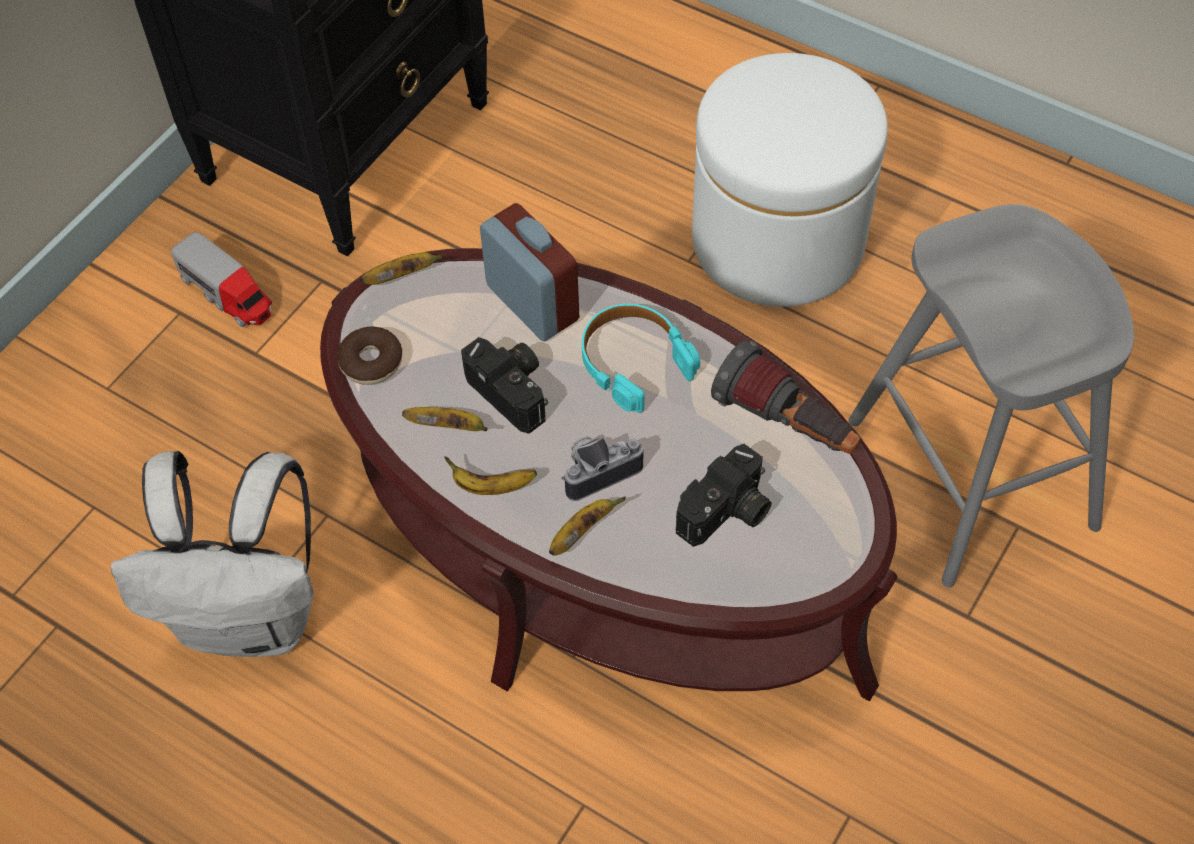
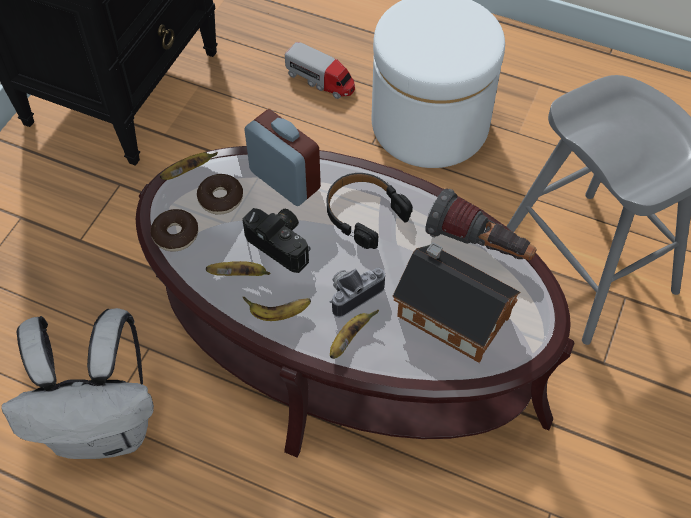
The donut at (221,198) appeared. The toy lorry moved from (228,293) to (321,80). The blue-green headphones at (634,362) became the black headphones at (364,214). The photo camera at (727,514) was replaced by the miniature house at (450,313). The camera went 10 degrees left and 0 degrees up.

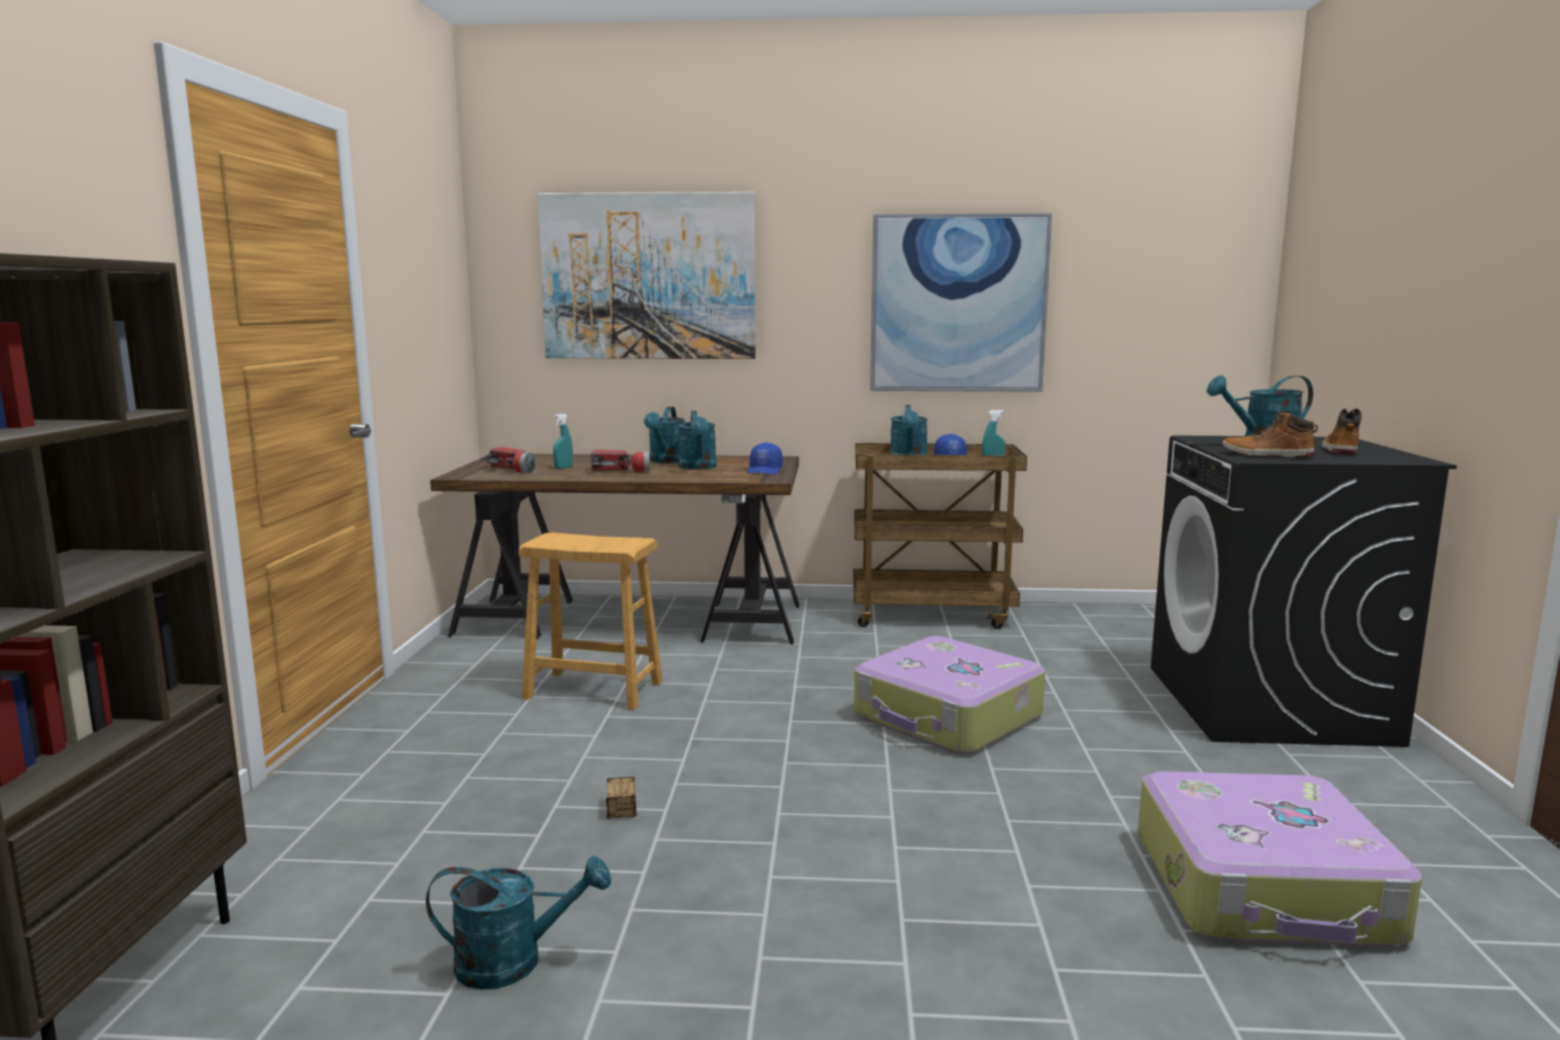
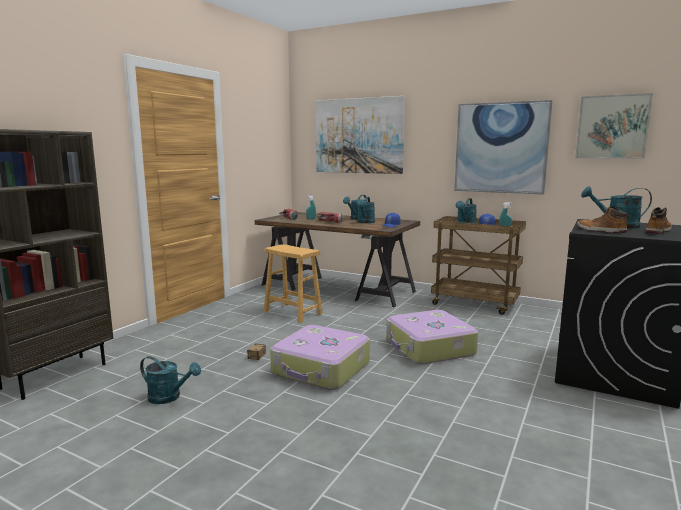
The suitcase moved from (1265,888) to (321,369). The wall picture at (612,127) appeared. The camera went 25 degrees right and 0 degrees up.

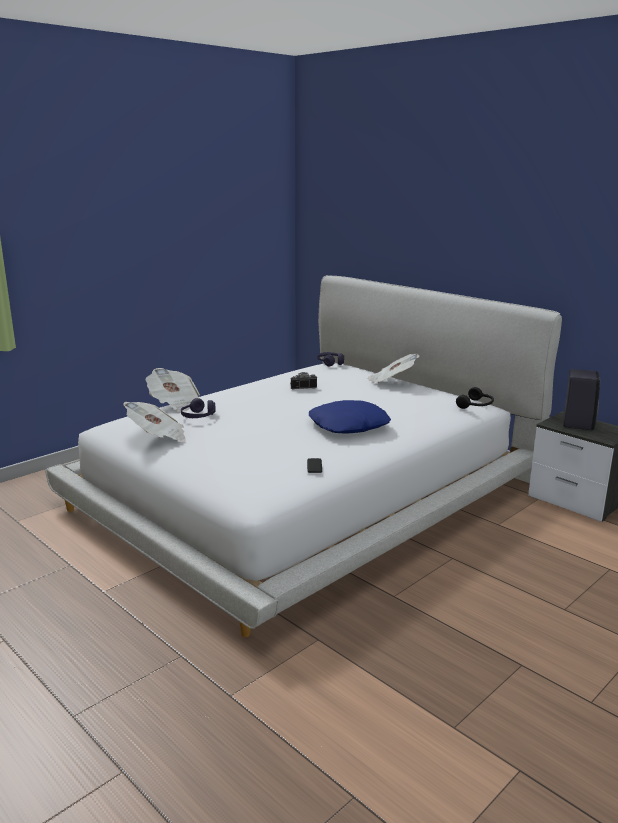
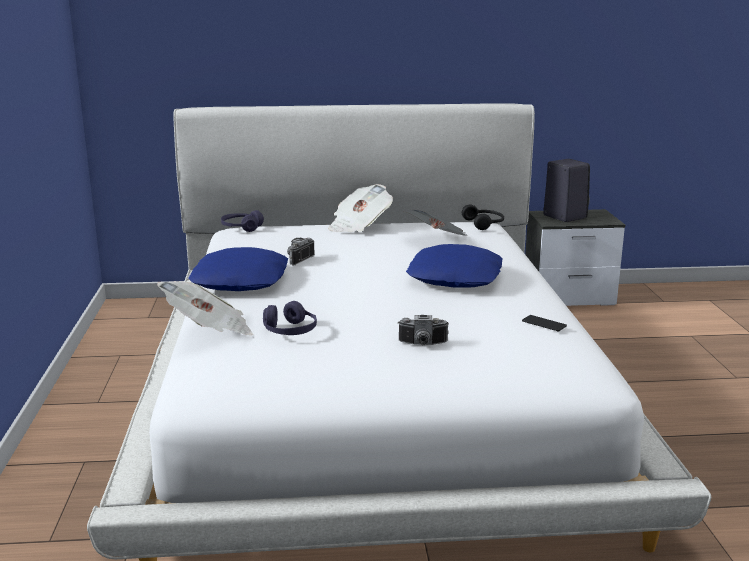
The blue throw pillow at (241,281) appeared. The photo camera at (423,344) appeared. The printed paper moved from (158,436) to (437,240). The camera went 50 degrees left and 0 degrees up.

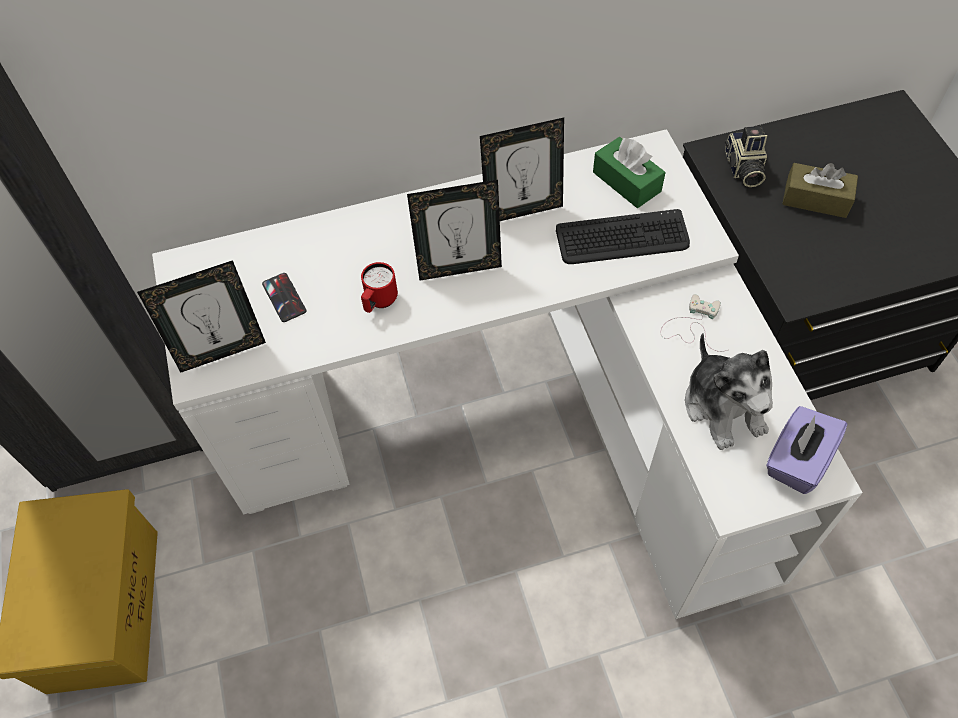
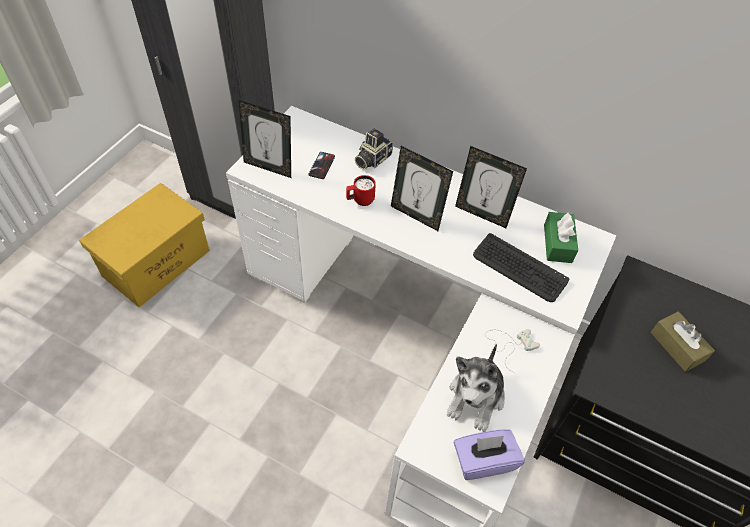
The photo camera moved from (742,169) to (372,159). The camera went 40 degrees right and 5 degrees down.

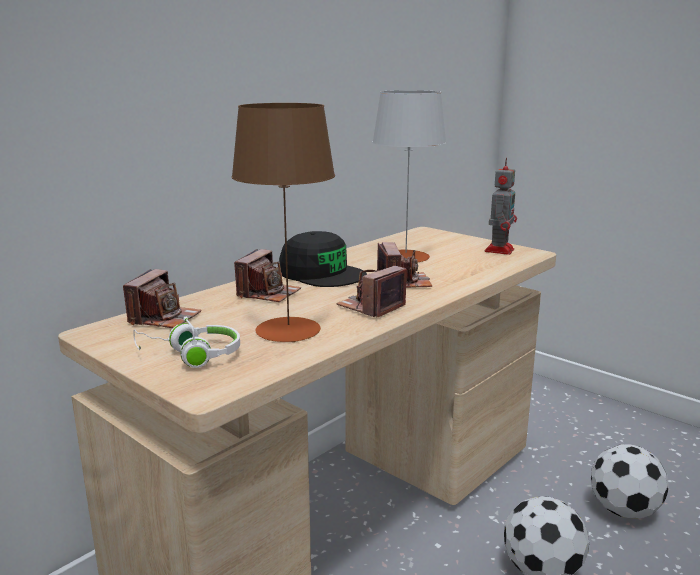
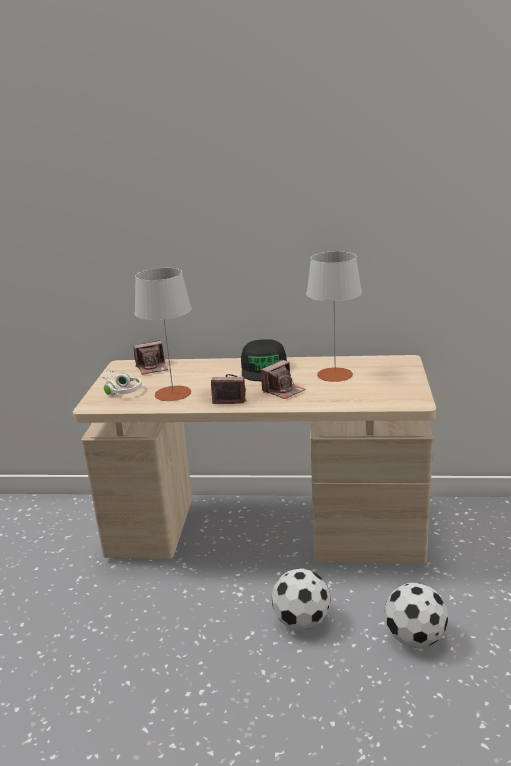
The brownish tabletop lamp at (288,329) became the greyish tabletop lamp at (173,393). The photo camera at (268,293) disappeared. The toy robot at (499,250) disappeared. The camera went 55 degrees right and 5 degrees up.

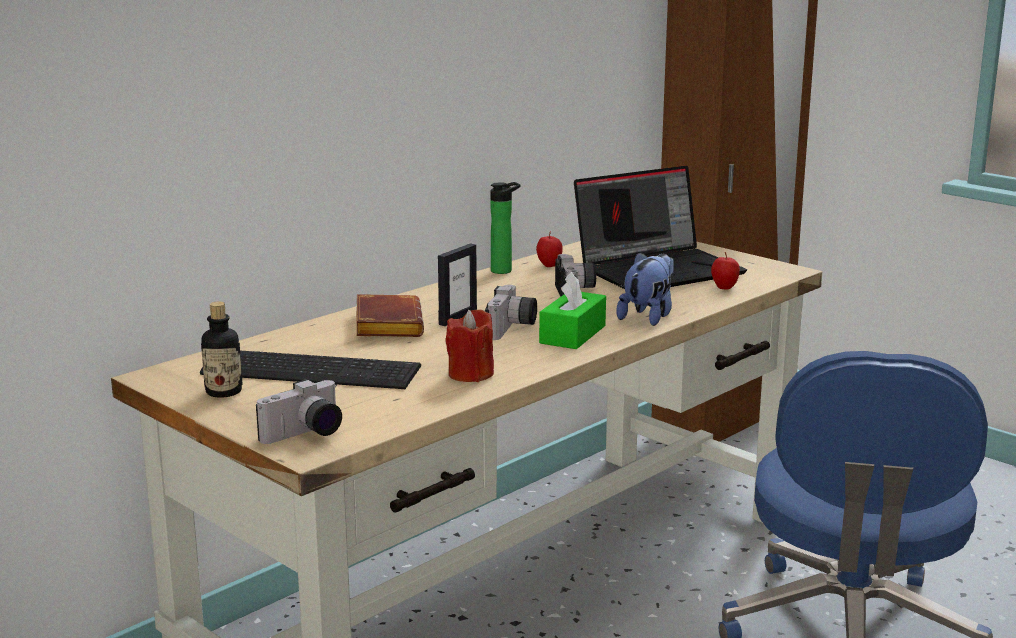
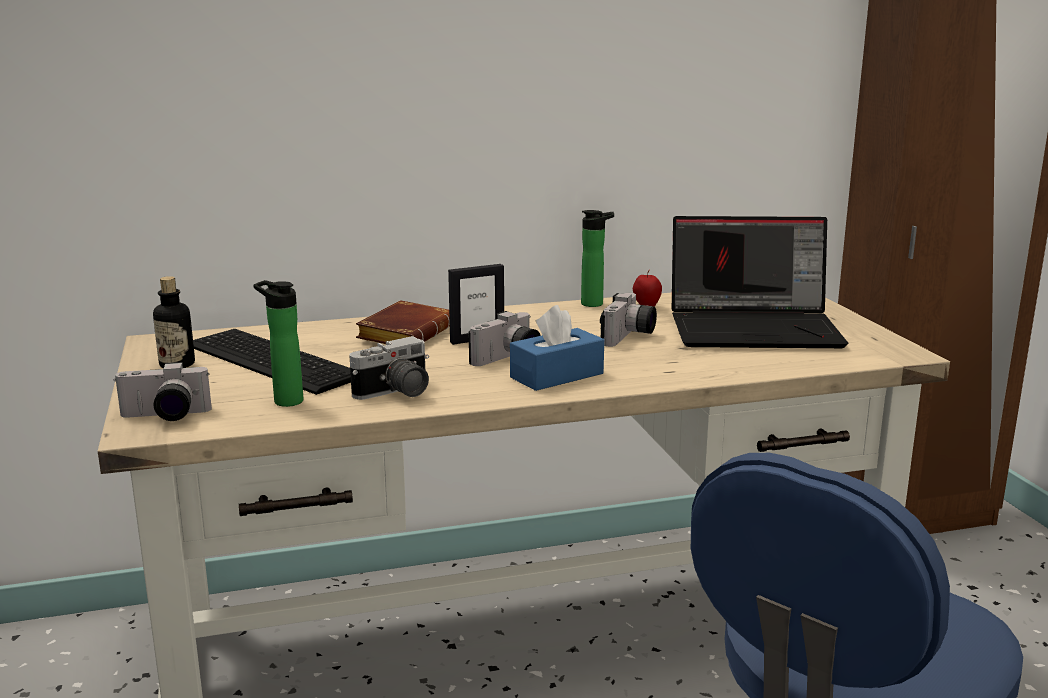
The drink bottle at (285,401) appeared. The red candle at (471,374) was replaced by the photo camera at (396,393). The green-coloured box of tissues at (572,334) became the blue box of tissues at (557,375). The cuddly toy at (648,316) disappeared. The apple fruit at (724,288) disappeared. The camera went 30 degrees right and 0 degrees up.

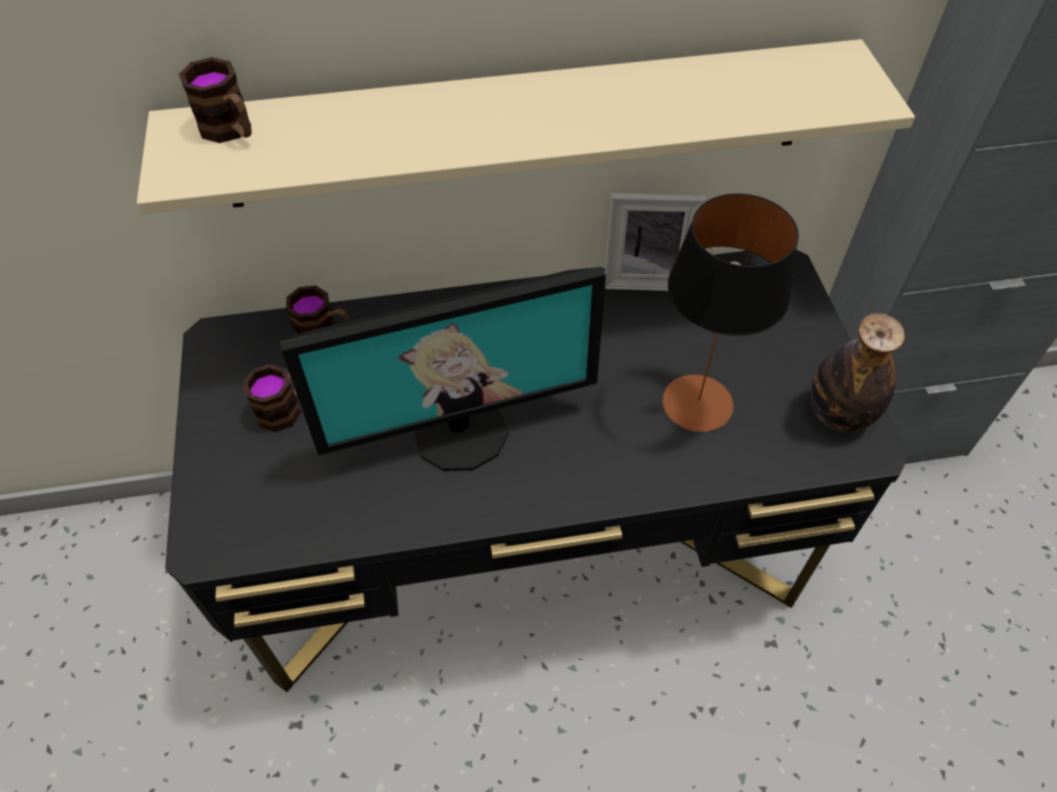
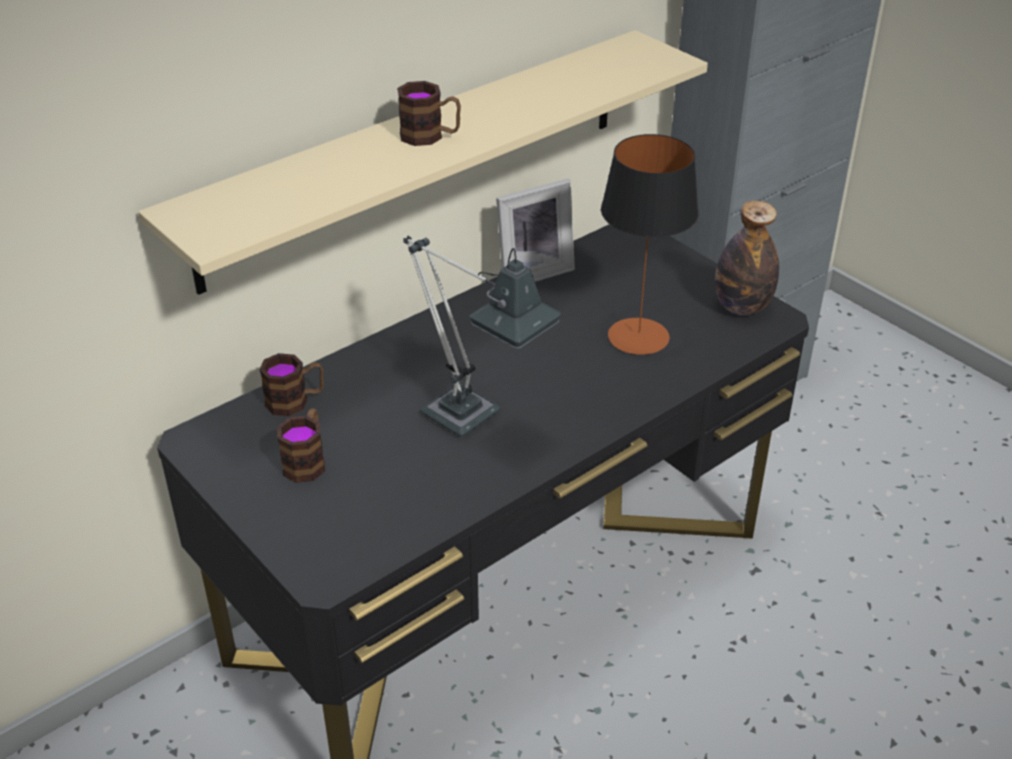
The coffee mug moved from (231,131) to (430,136). The computer screen at (461,433) was replaced by the tabletop lamp at (473,421). The camera went 30 degrees left and 15 degrees down.

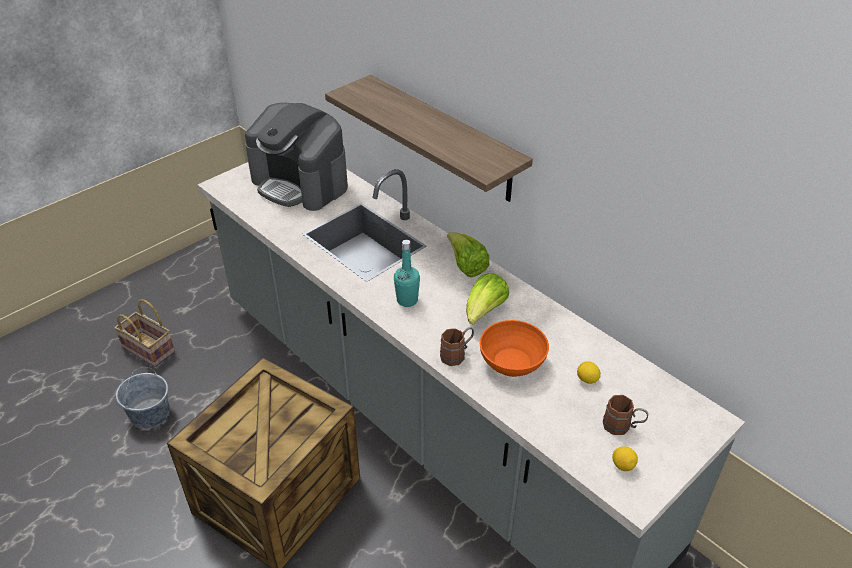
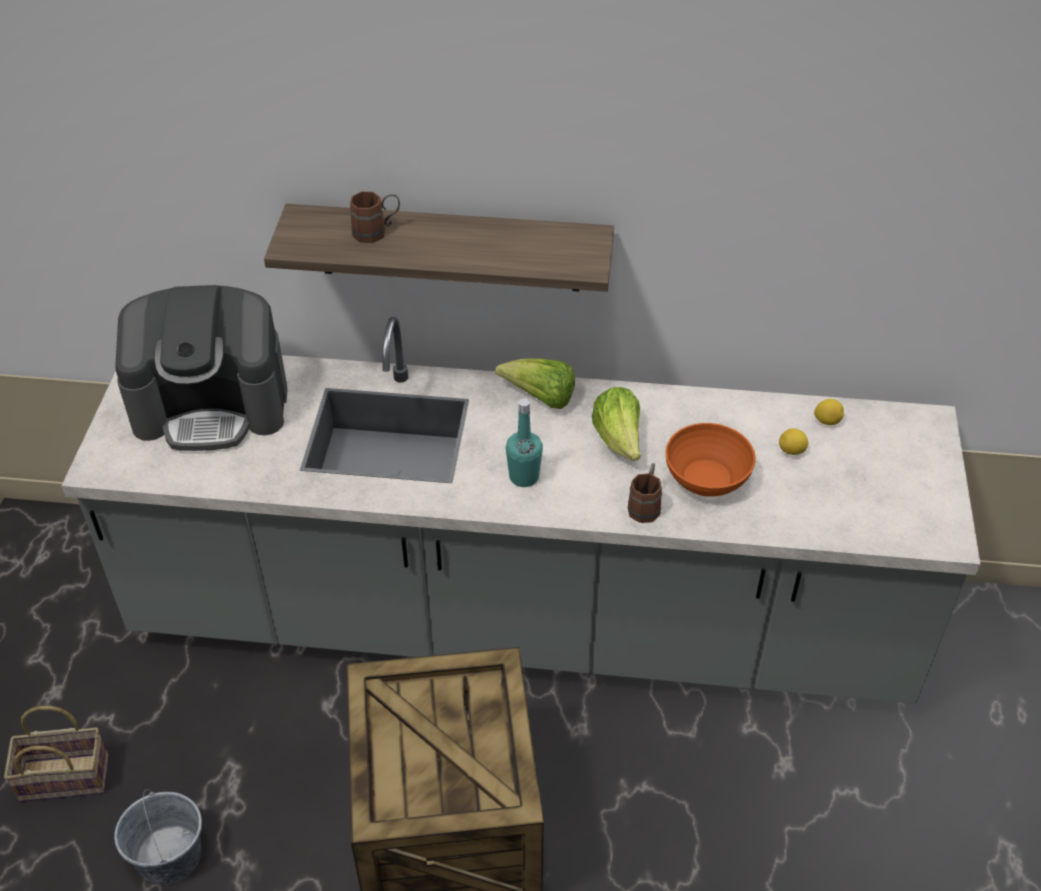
The brownish coffee mug moved from (622,426) to (377,231). The lemon moved from (622,465) to (827,421). The camera went 40 degrees left and 5 degrees up.

